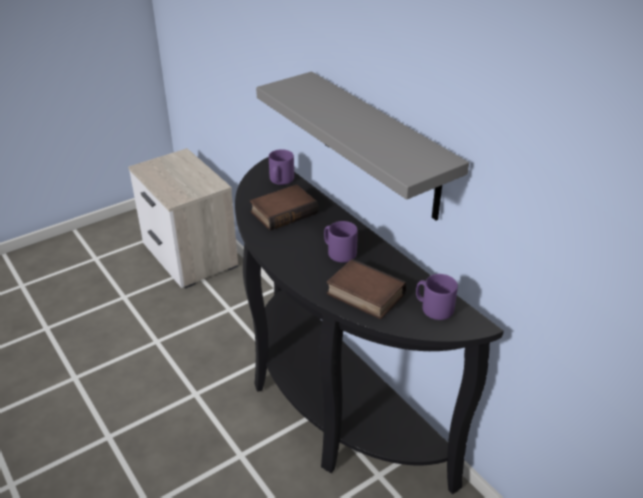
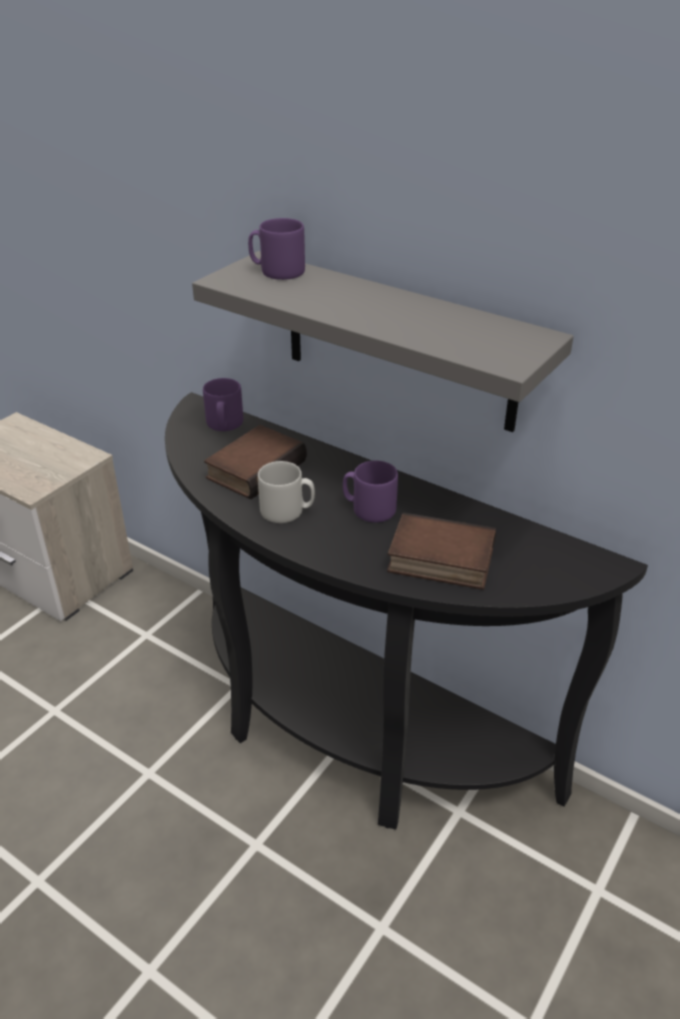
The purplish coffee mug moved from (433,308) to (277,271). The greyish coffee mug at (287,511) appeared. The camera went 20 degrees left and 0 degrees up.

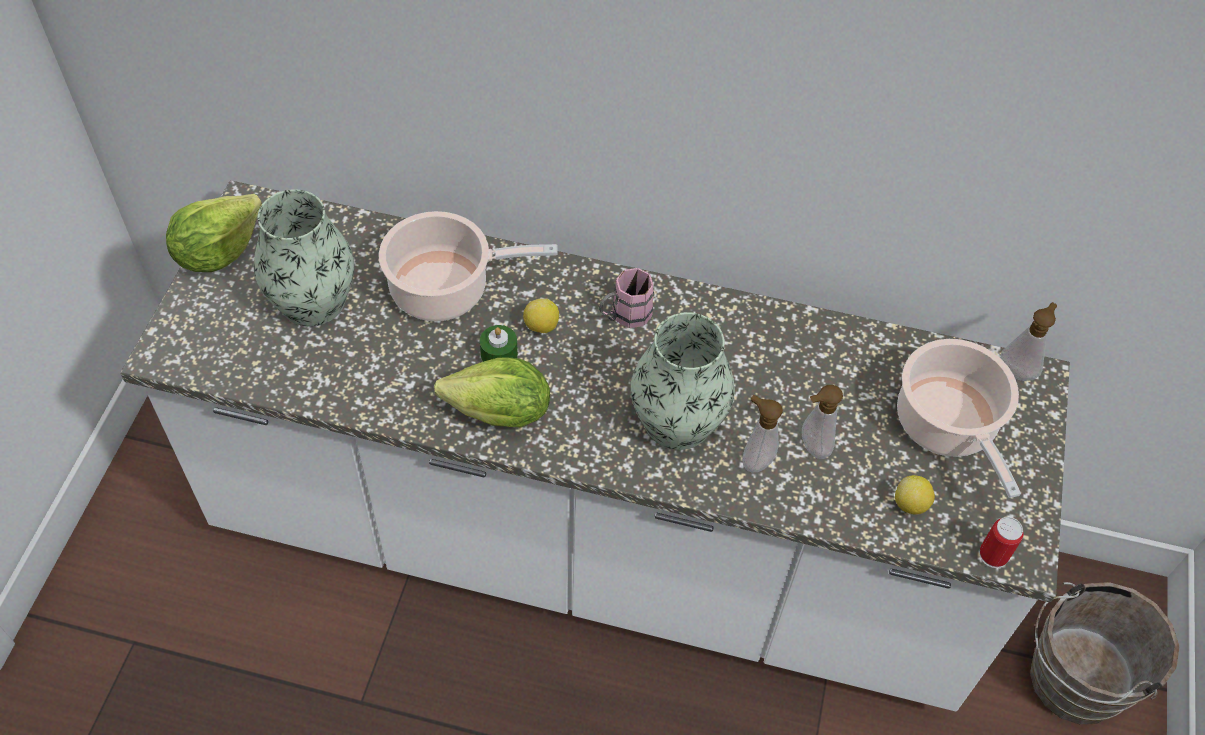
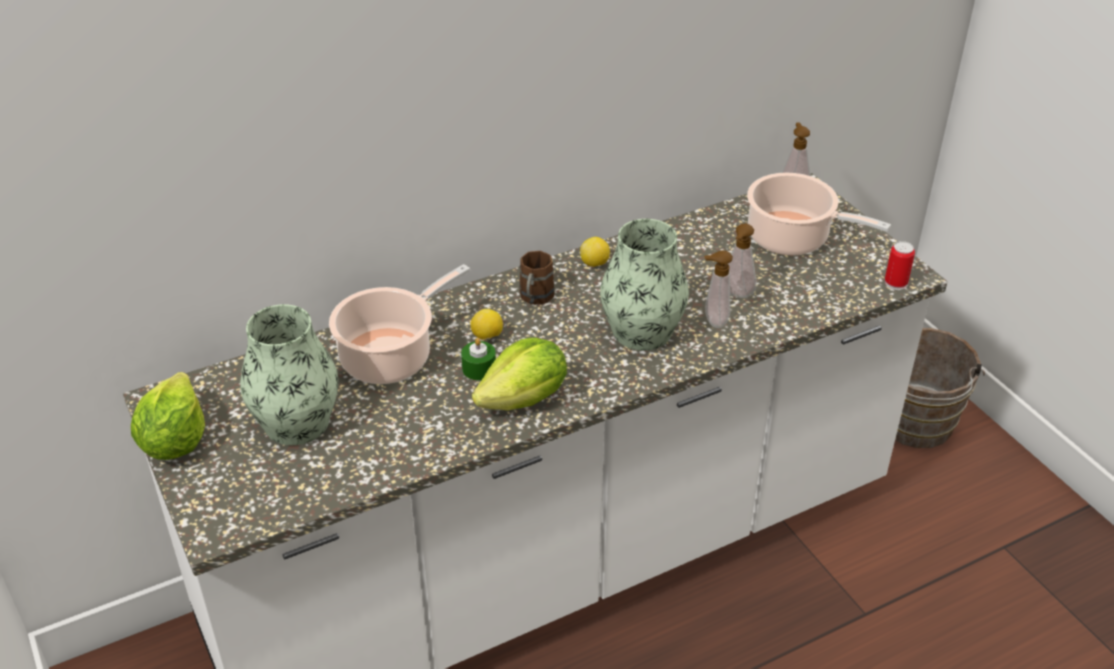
The pink coffee mug at (624,316) became the brownish coffee mug at (534,299). The lemon moved from (910,504) to (595,263). The camera went 40 degrees left and 15 degrees down.

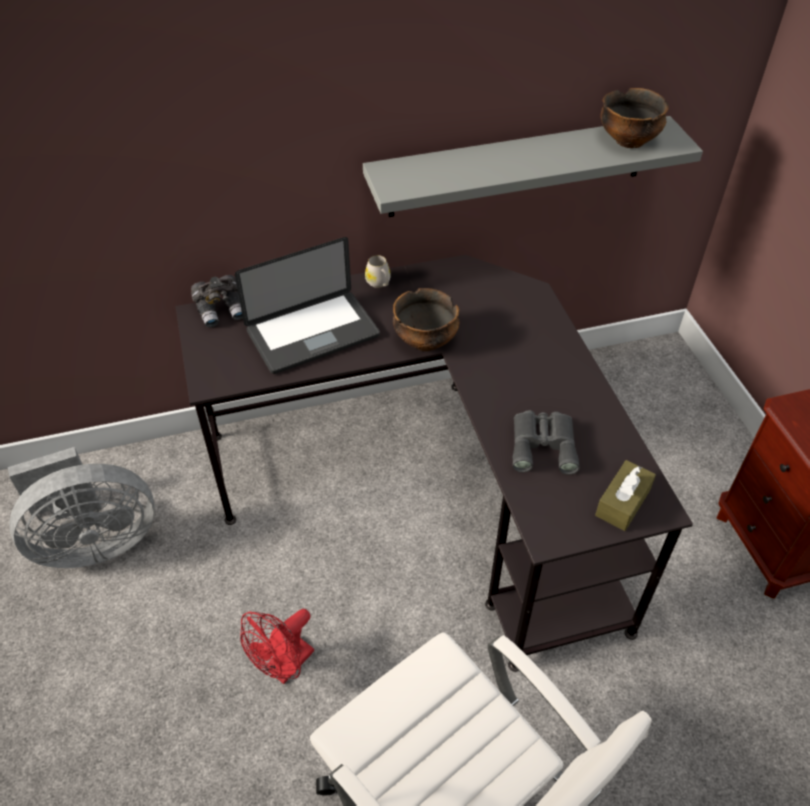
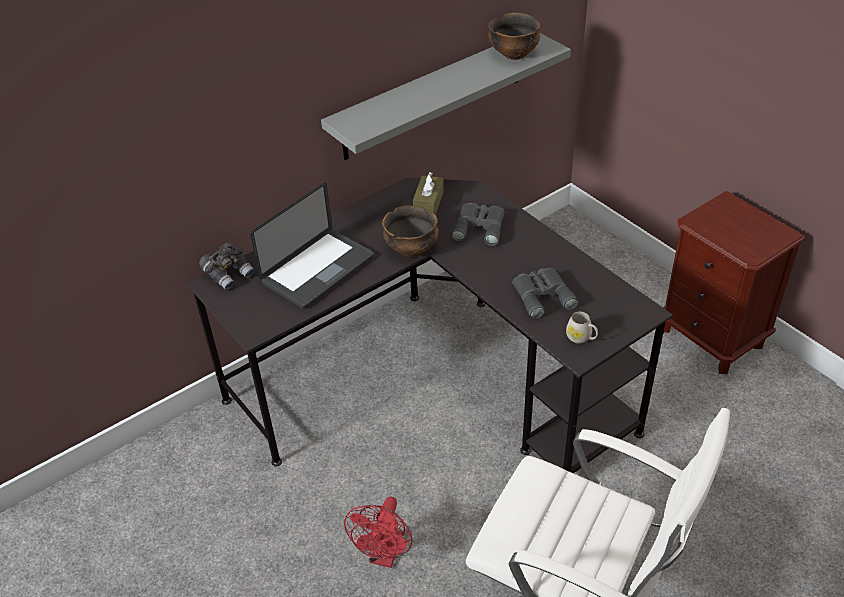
The brownish box of tissues moved from (623,502) to (428,203). The greyish pair of binoculars at (480,227) appeared. The white-coloured coffee mug moved from (379,283) to (581,338). The greyish fan at (94,542) disappeared. The camera went 20 degrees left and 5 degrees down.

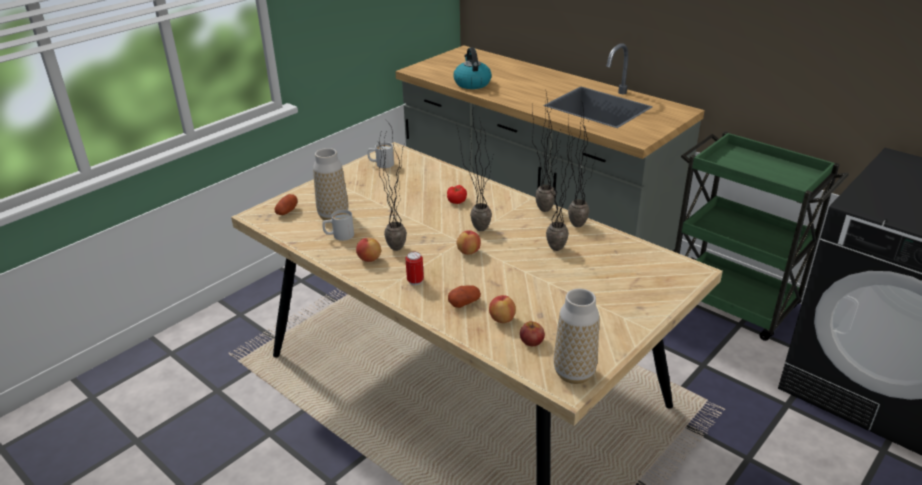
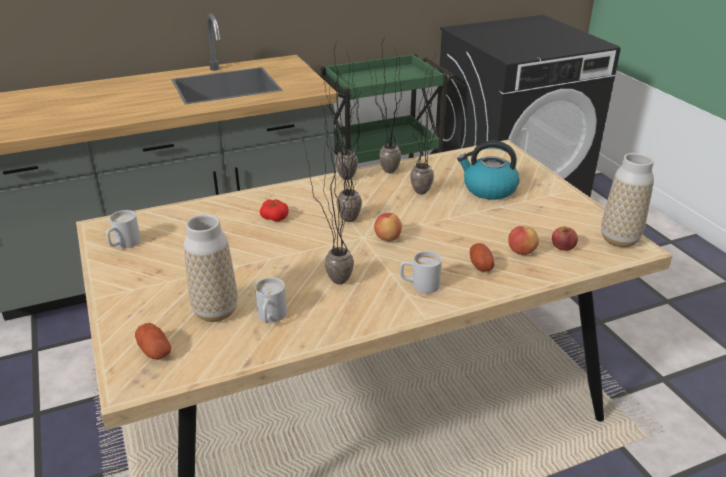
The sealed can at (415,281) was replaced by the white-coloured coffee mug at (419,285). The tea kettle moved from (472,83) to (488,189). The apple fruit at (369,259) disappeared. The camera went 65 degrees left and 0 degrees up.

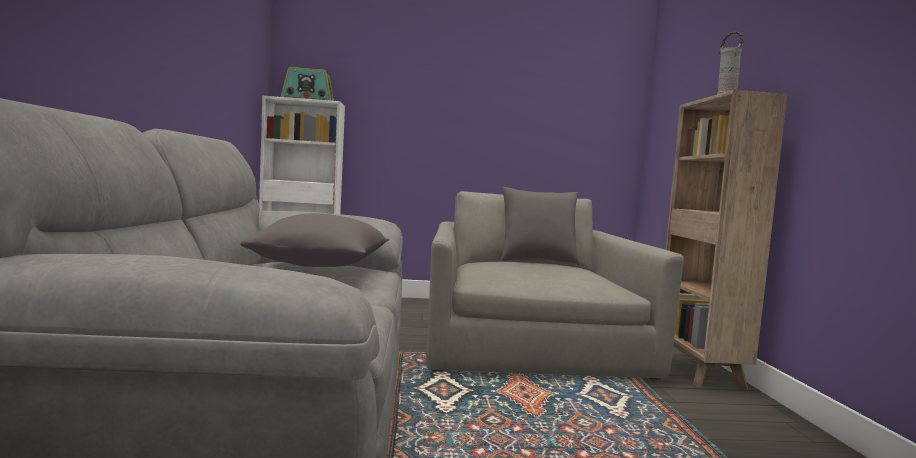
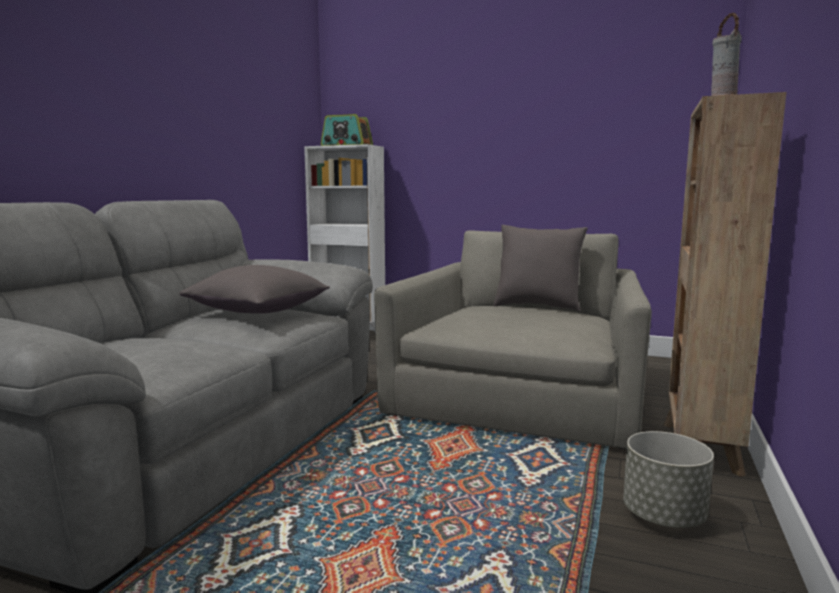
The greyish flower pot at (664,517) appeared. The camera went 25 degrees right and 5 degrees up.

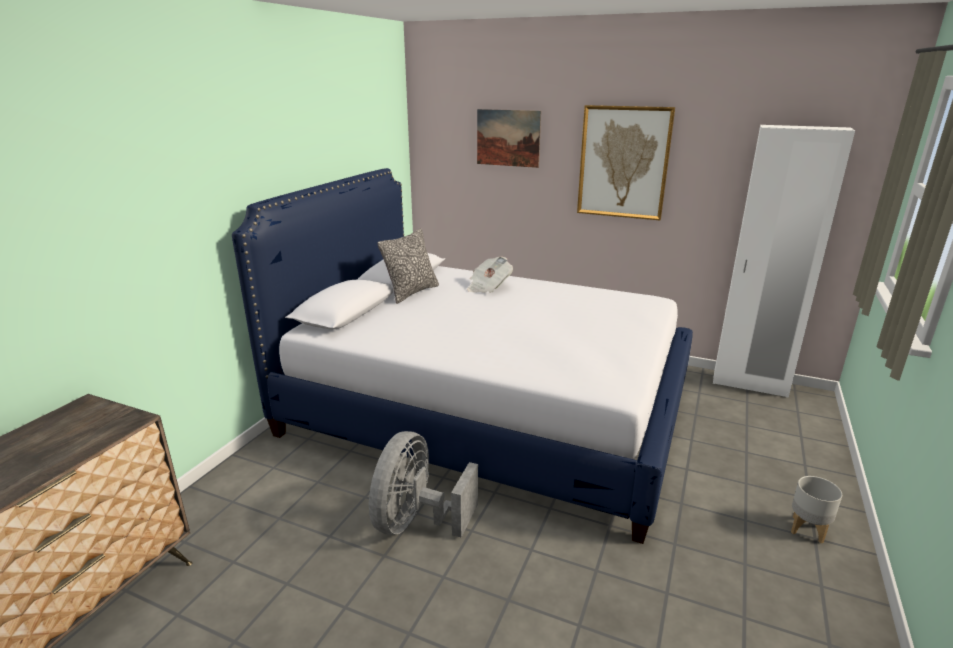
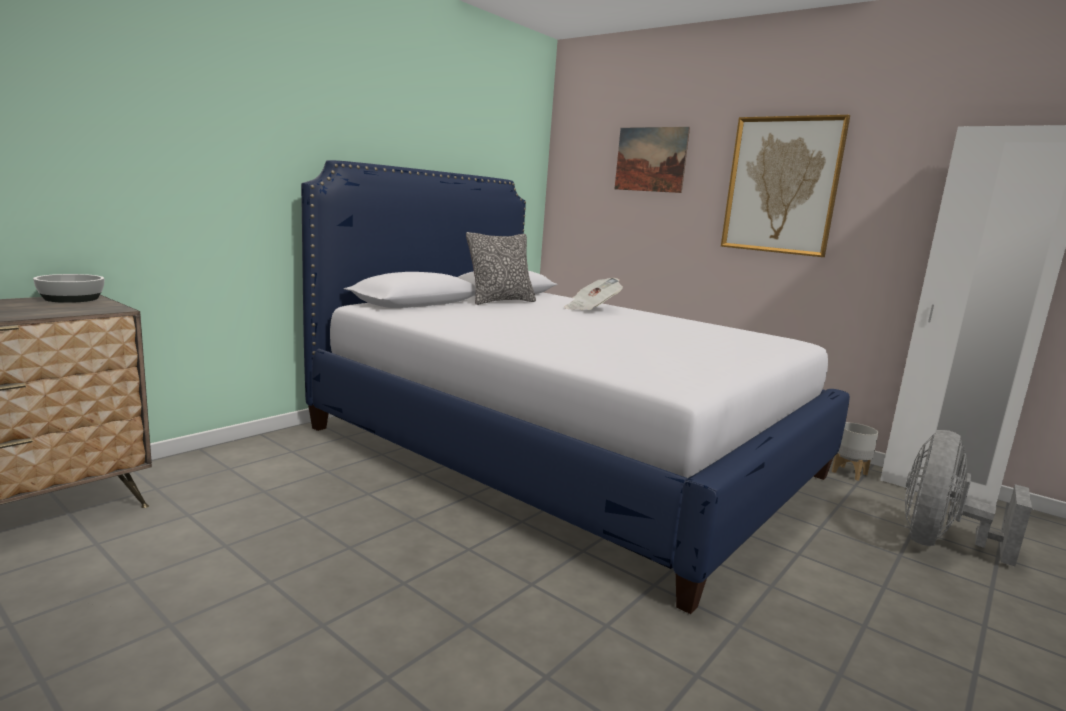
The bowl at (72,298) appeared. The greyish flower pot moved from (807,530) to (849,473). The greyish fan moved from (416,522) to (940,543). The camera went 15 degrees right and 10 degrees down.

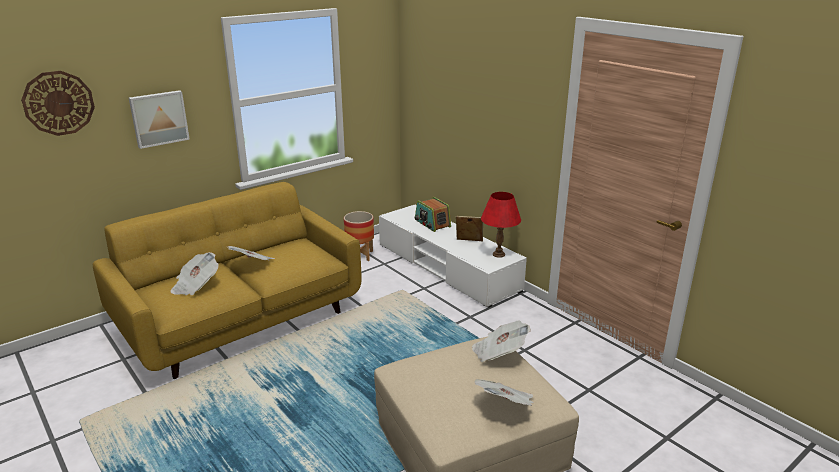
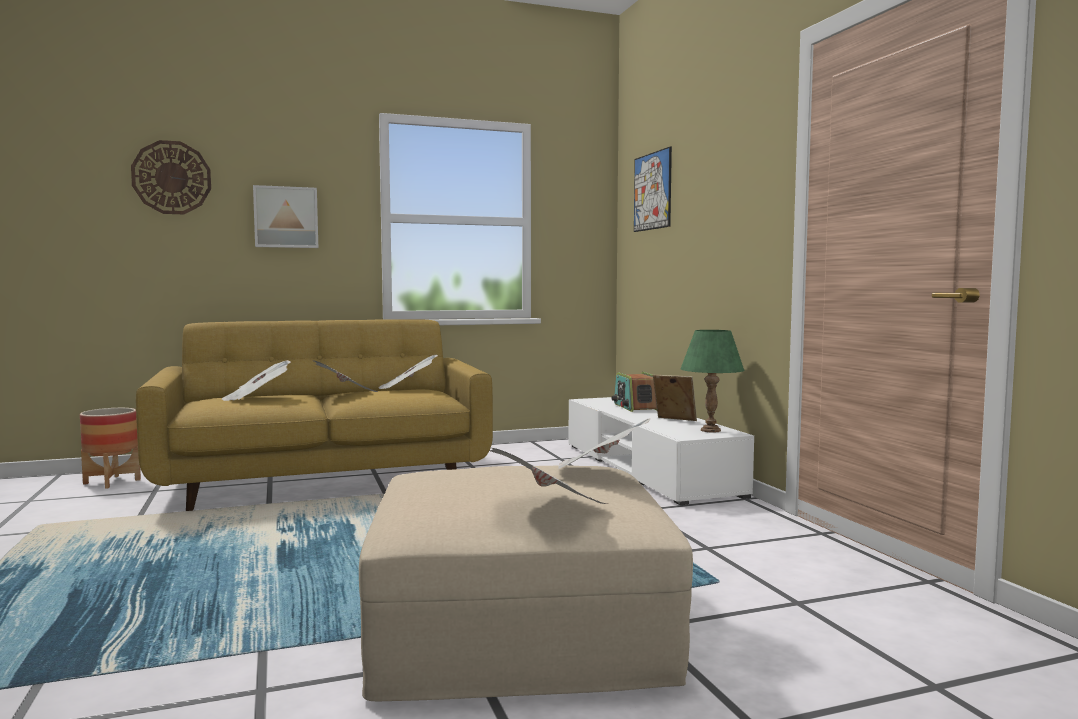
The flower pot moved from (360,255) to (112,482). The printed paper at (407,388) appeared. The wall picture at (652,191) appeared. The red tabletop lamp at (499,254) became the green-coloured tabletop lamp at (711,430). The camera went 20 degrees right and 20 degrees down.

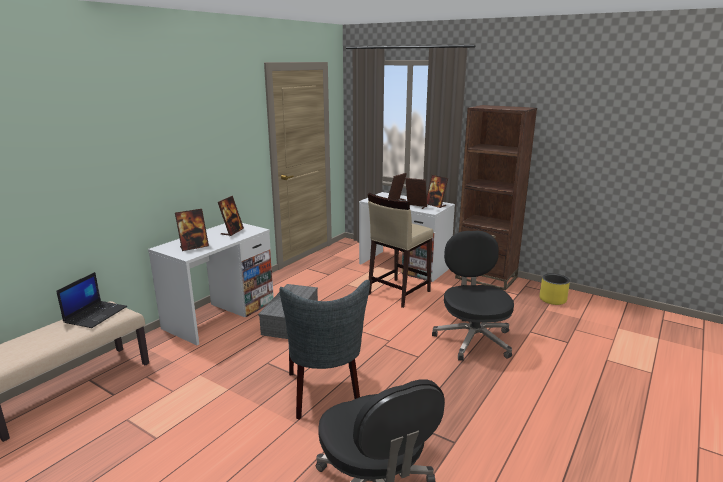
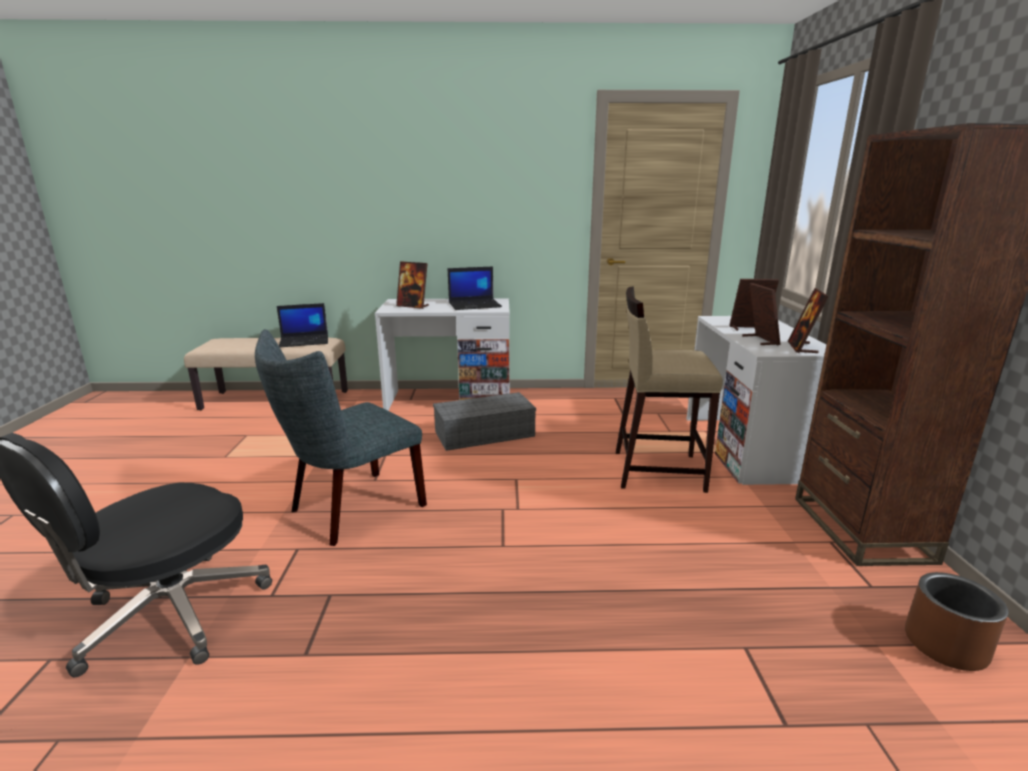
The photo frame at (232,232) was replaced by the notebook computer at (475,305). The yellow flower pot at (553,299) became the brownish flower pot at (945,646). The black office chair at (473,339) disappeared. The camera went 55 degrees right and 0 degrees up.

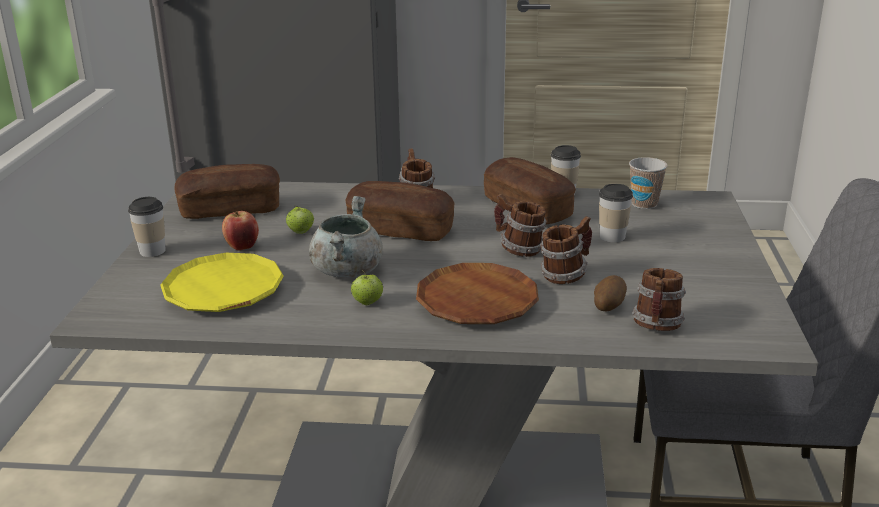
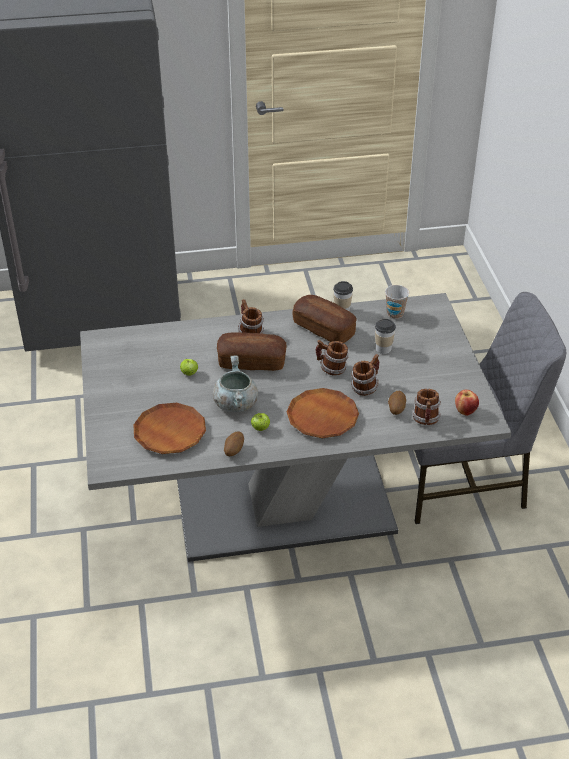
The yellow plate at (223,290) became the brownish plate at (170,432). The spud at (233,450) appeared. The apple fruit moved from (242,247) to (465,411). The small cup at (152,251) disappeared. The bakery bread at (230,210) disappeared. The camera went 15 degrees left and 15 degrees up.

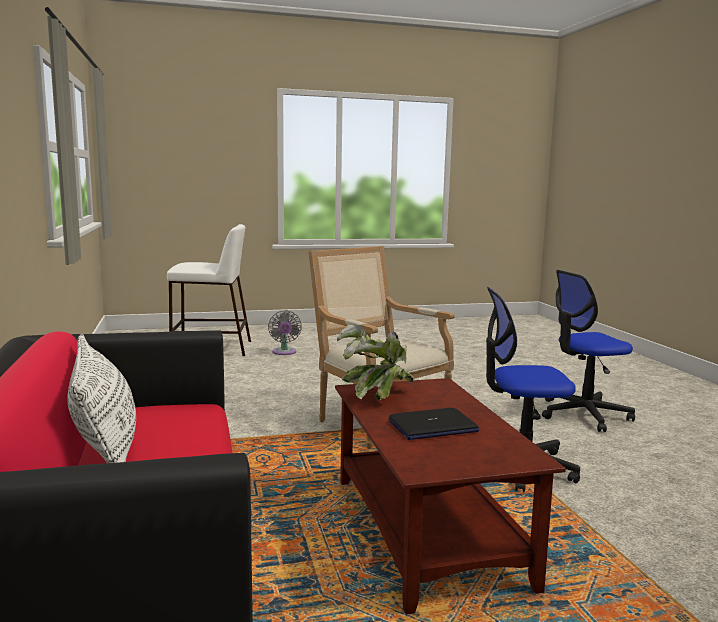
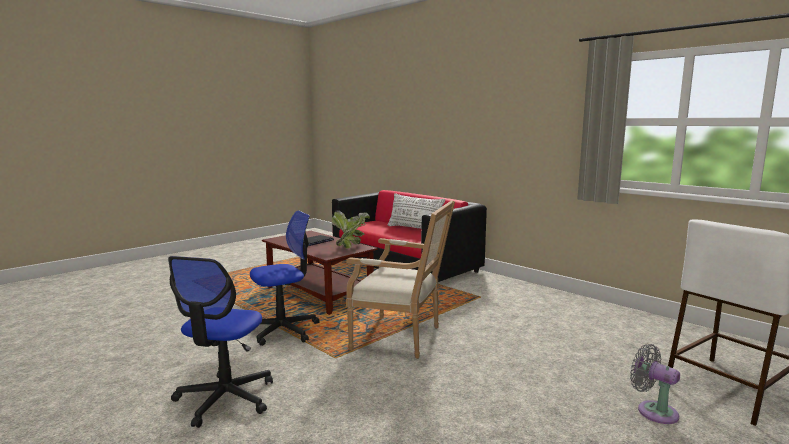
The office chair at (583,414) turned 150 degrees clockwise. The camera went 150 degrees right and 0 degrees up.

